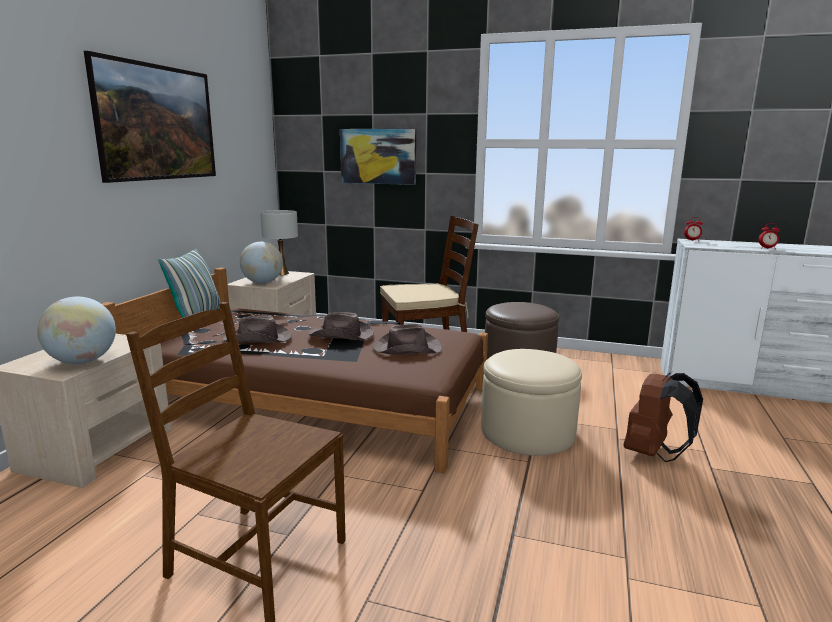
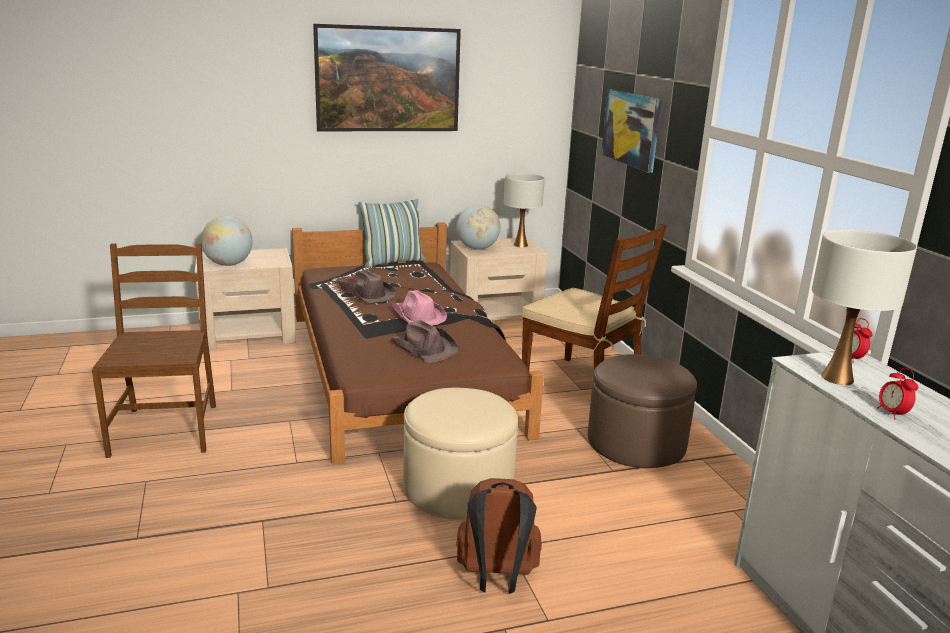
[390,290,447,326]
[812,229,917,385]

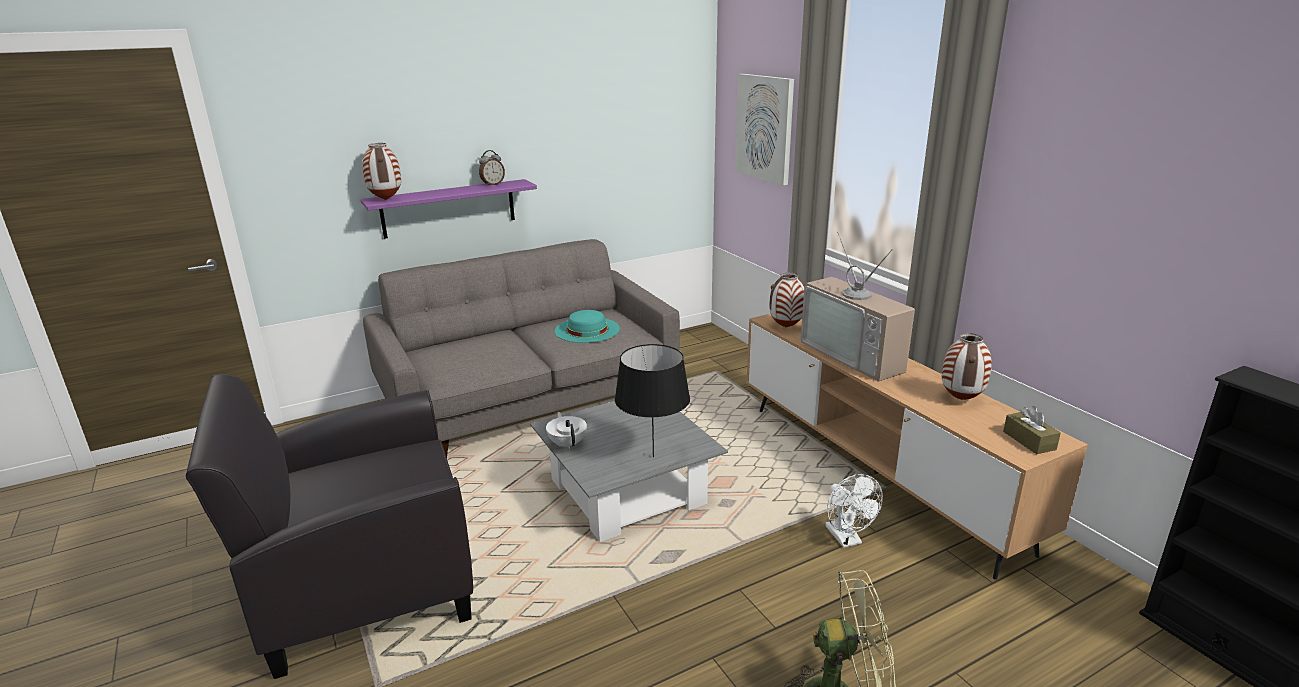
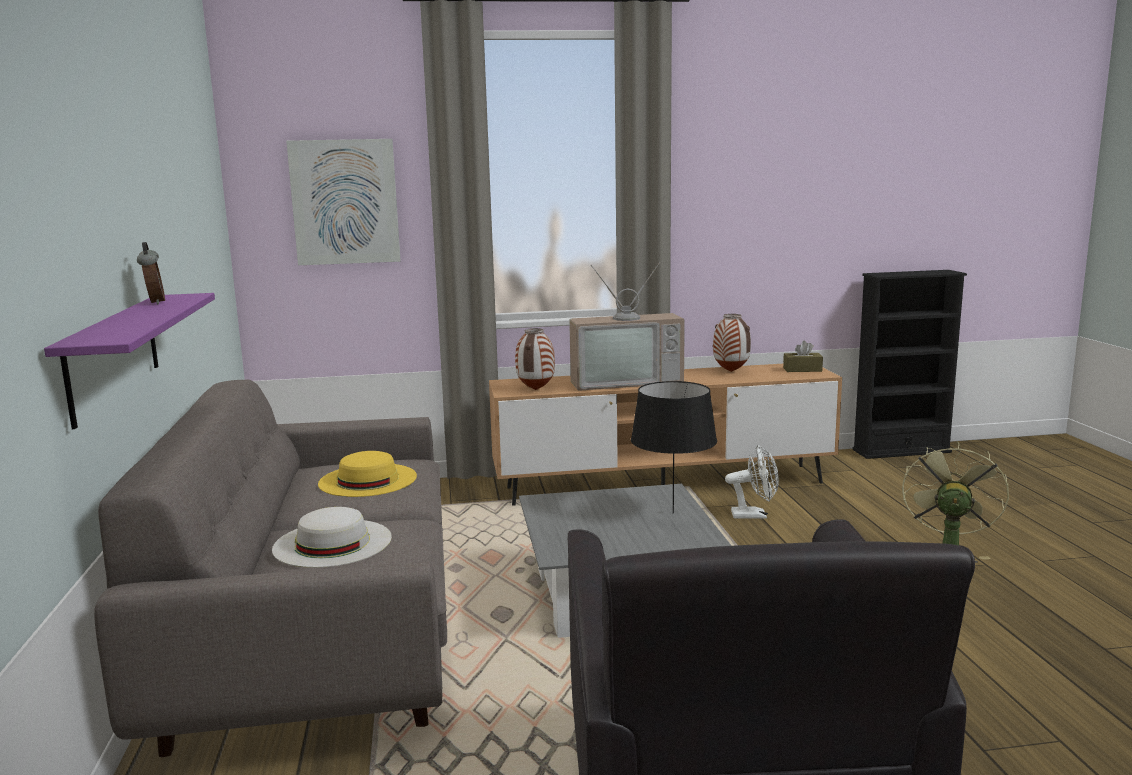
[362,143,401,200] (first image)
[318,451,417,497]
[546,412,587,449] (first image)
[272,507,392,568]

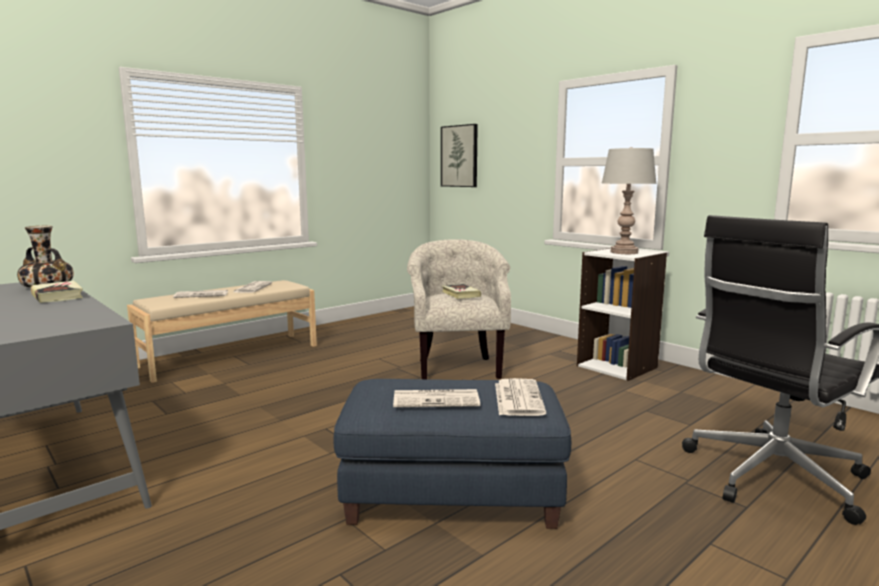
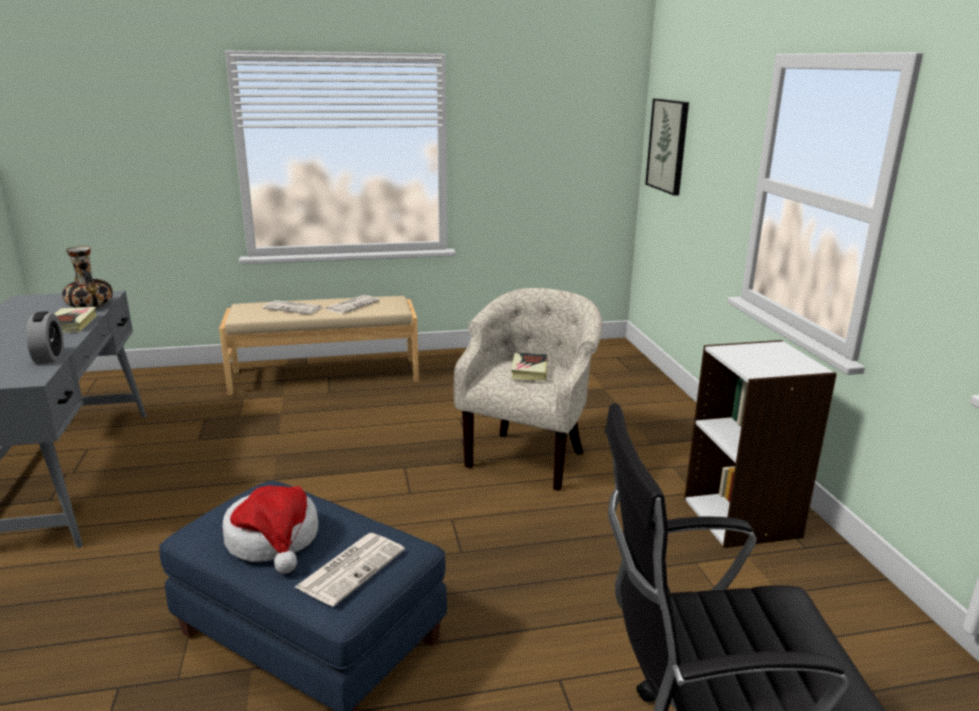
[602,147,657,254] (first image)
[222,486,318,574]
[26,312,64,363]

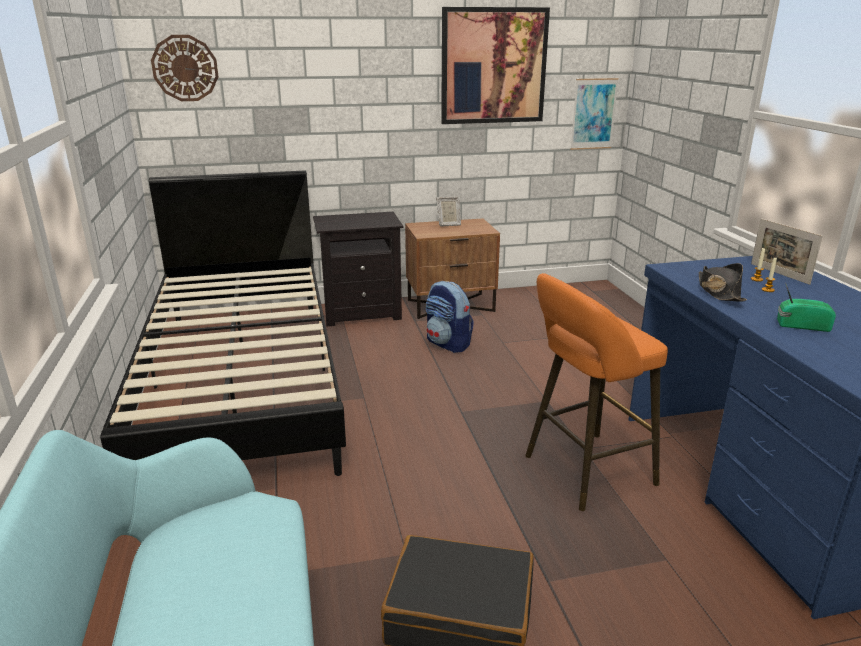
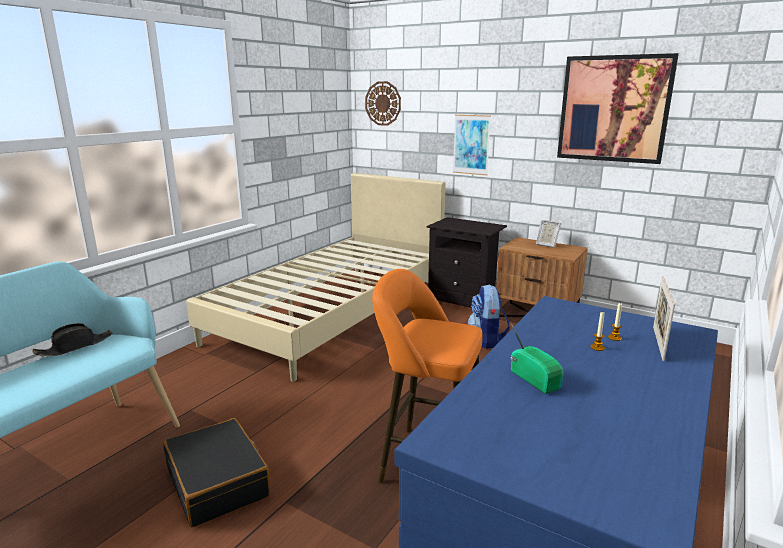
[453,115,491,176]
[186,173,446,382]
[32,323,113,356]

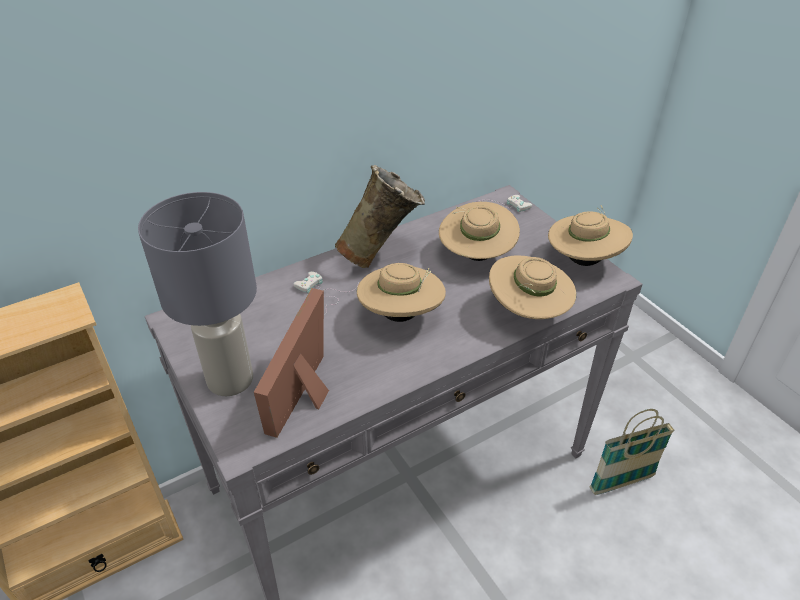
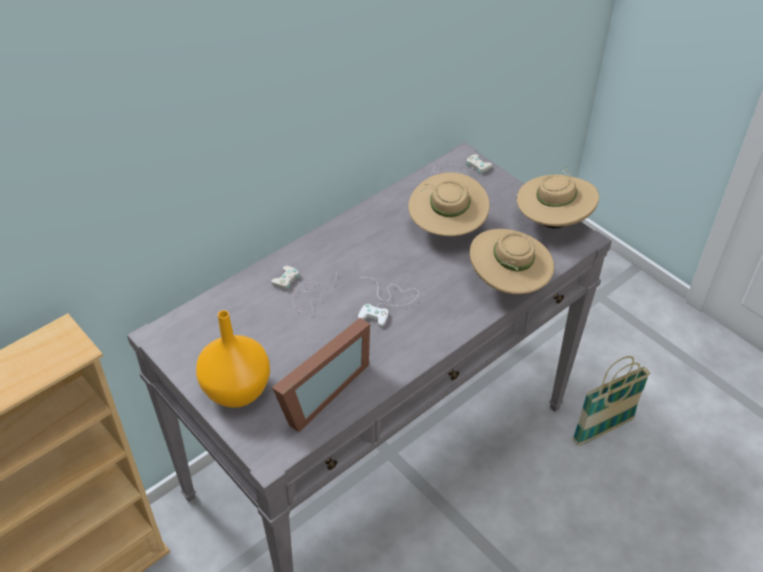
[334,165,425,268] (first image)
[196,310,270,408]
[358,277,419,327]
[272,318,370,432]

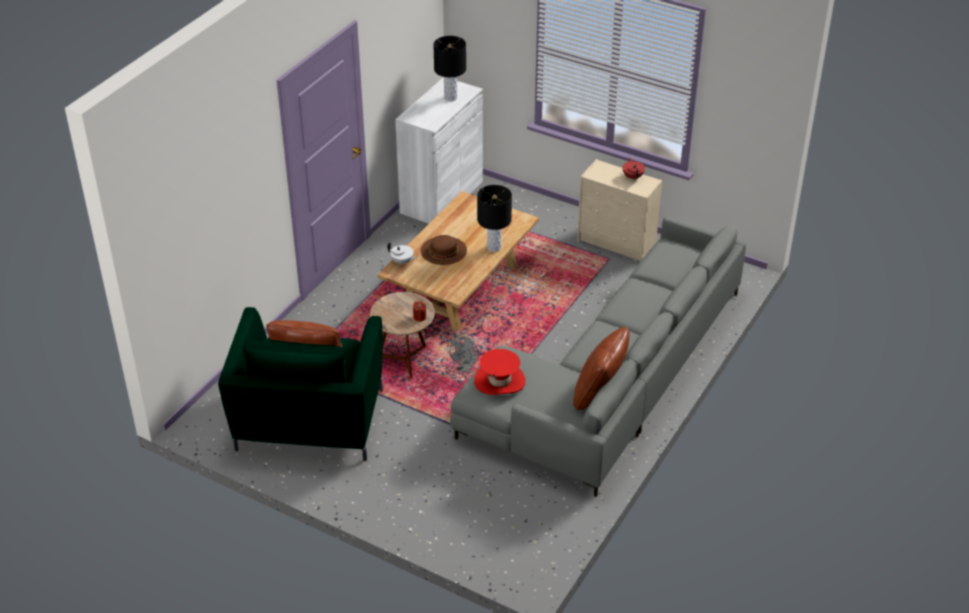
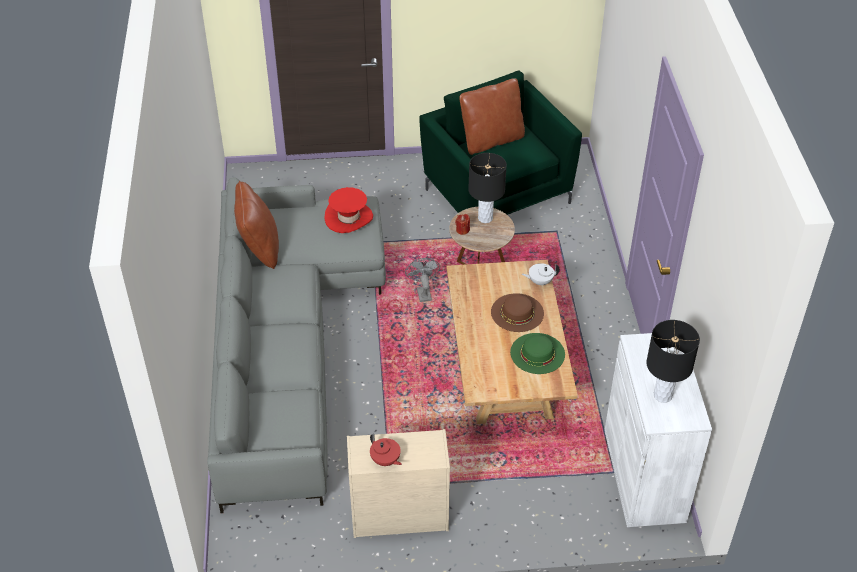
[468,153,507,223]
[510,333,565,374]

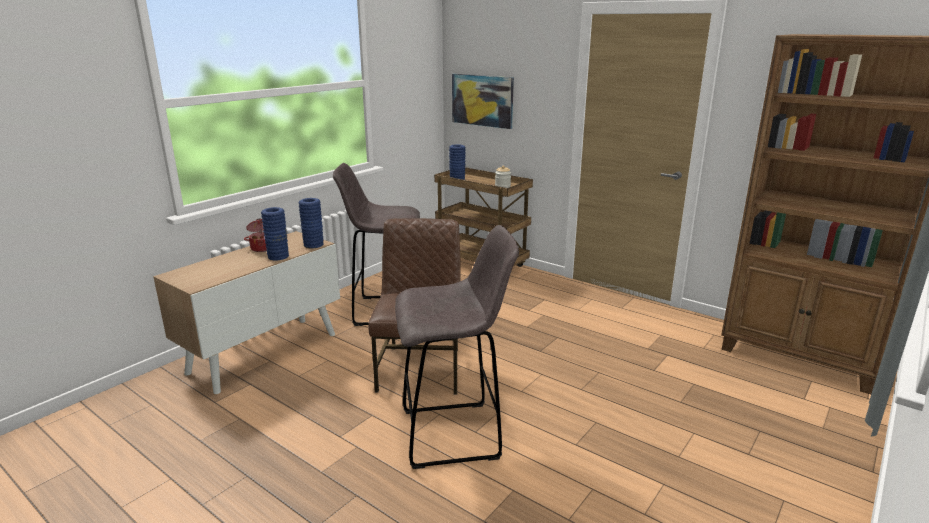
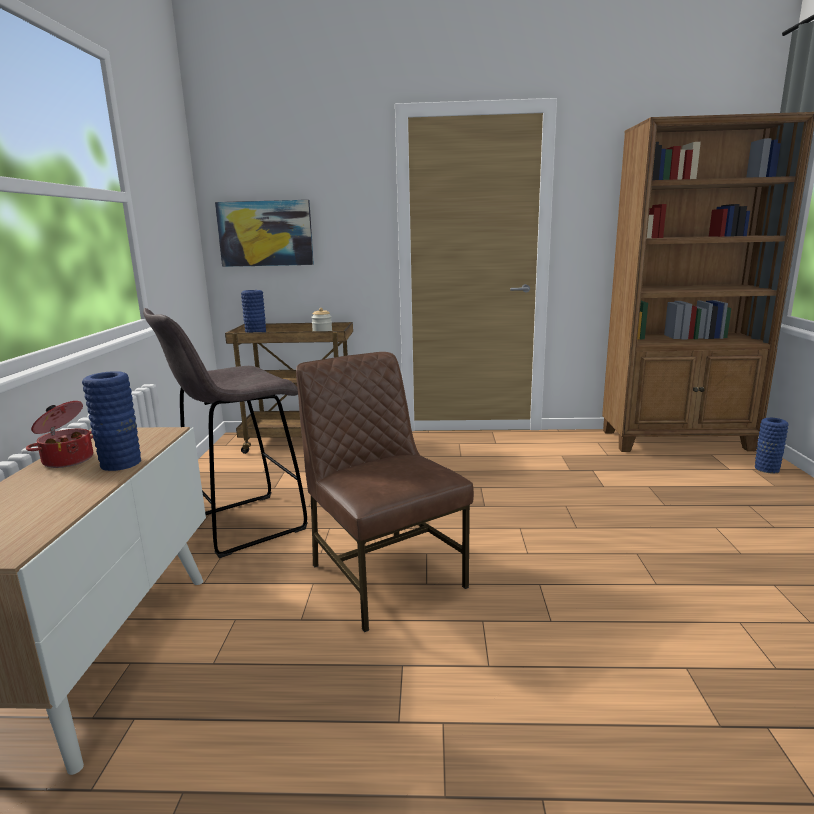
[755,418,789,474]
[395,225,519,469] (first image)

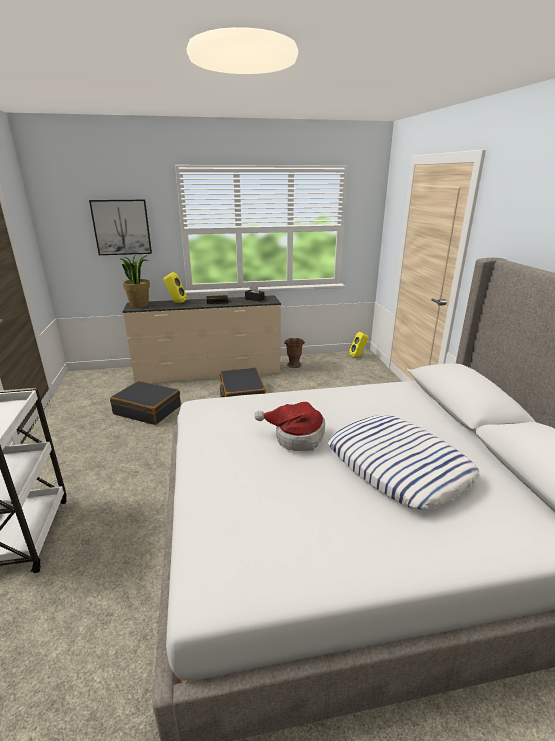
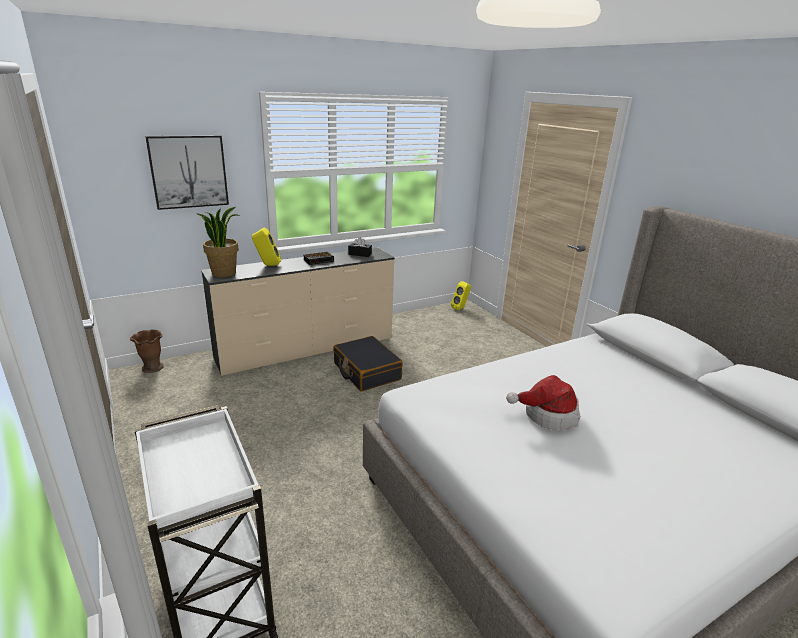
[130,329,164,373]
[110,381,181,425] (first image)
[328,415,480,509] (first image)

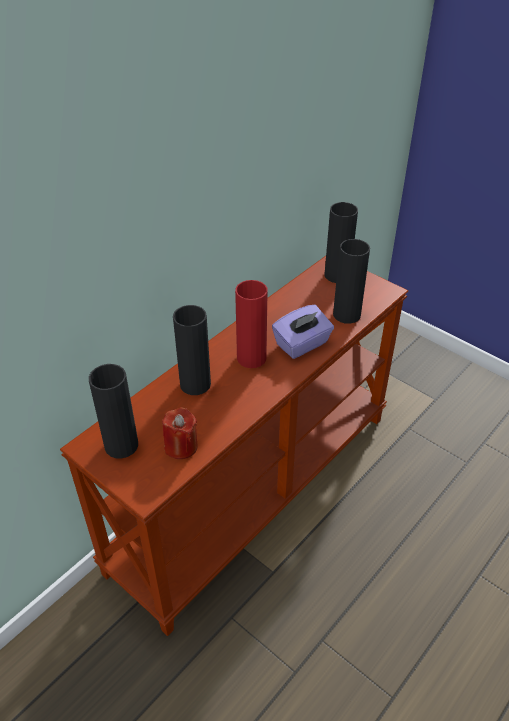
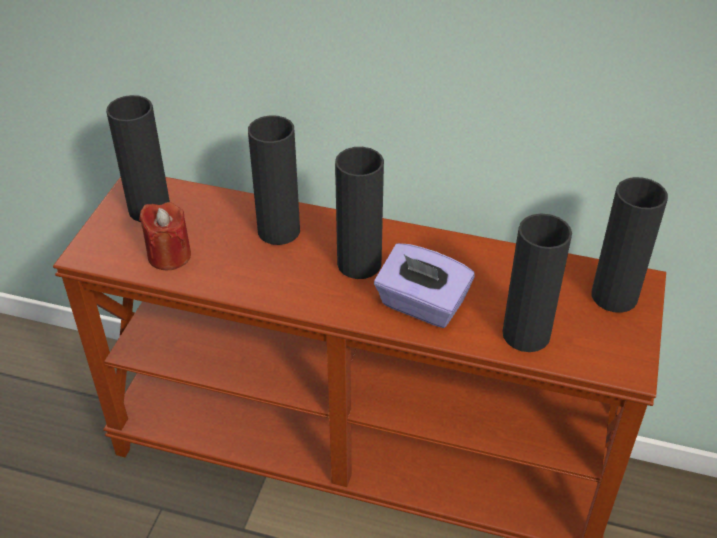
[335,147,384,279]

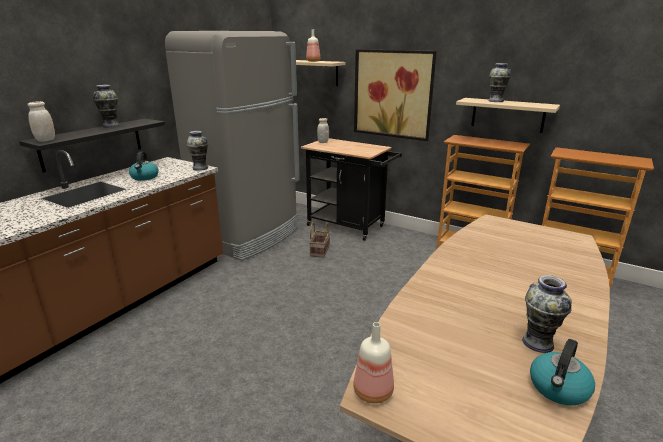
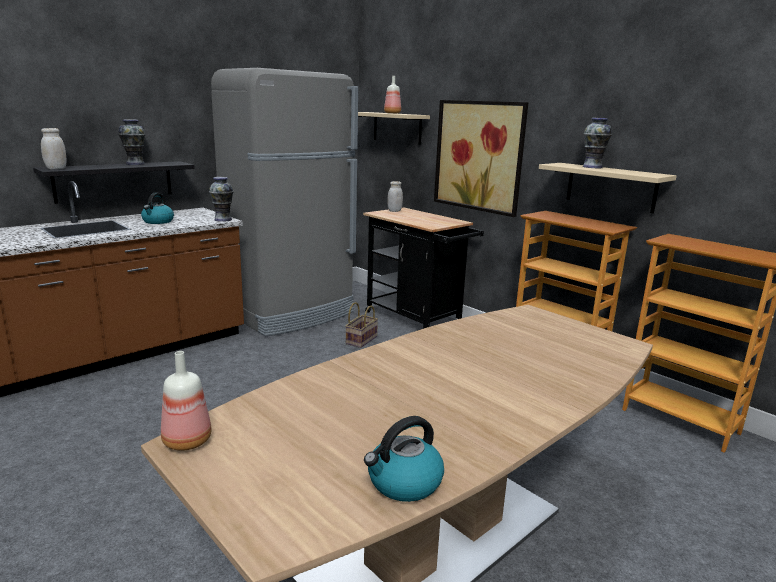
[522,275,572,353] (first image)

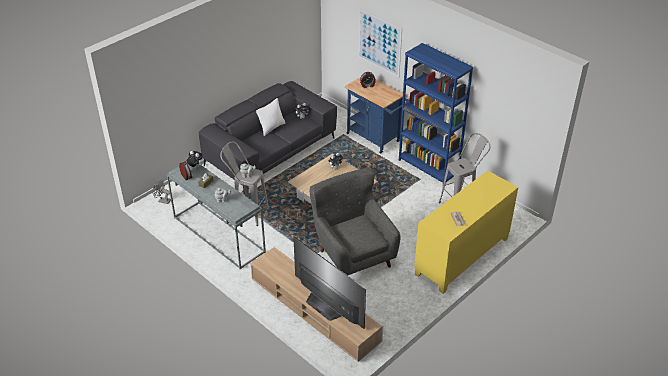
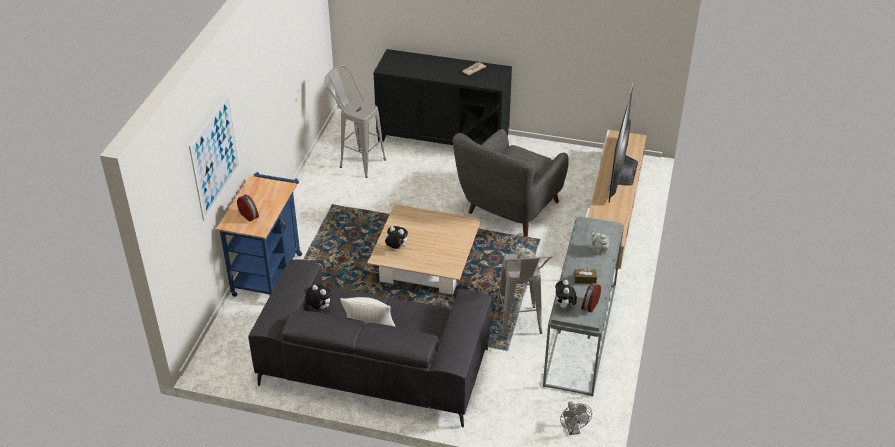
[399,43,473,183] (first image)
[373,49,512,145]

